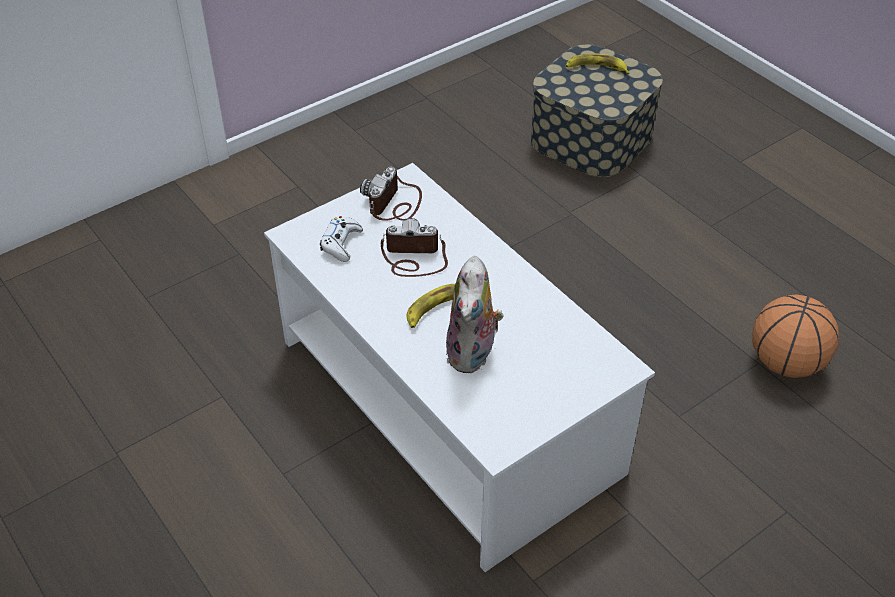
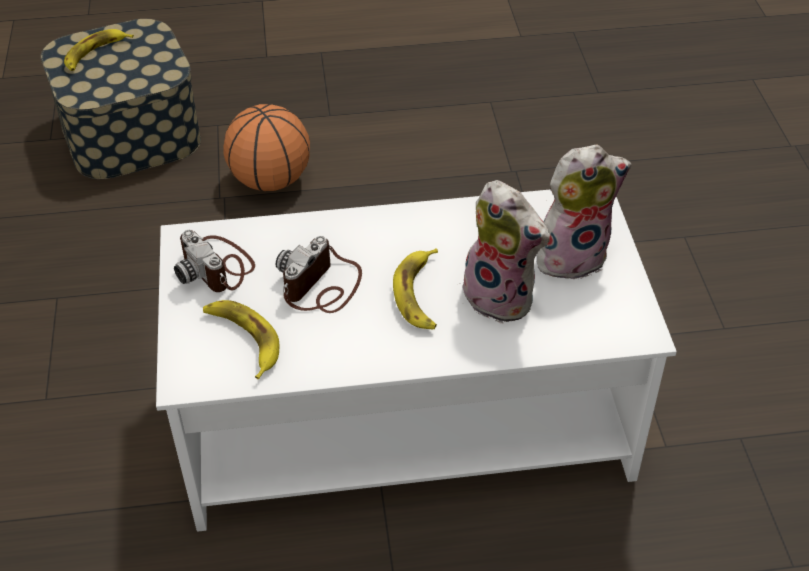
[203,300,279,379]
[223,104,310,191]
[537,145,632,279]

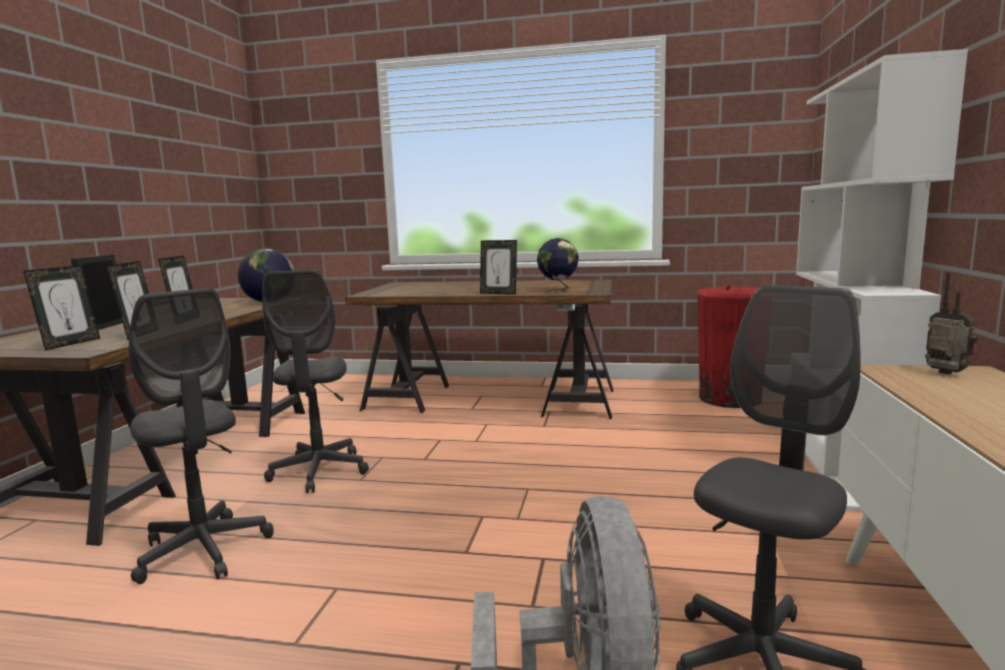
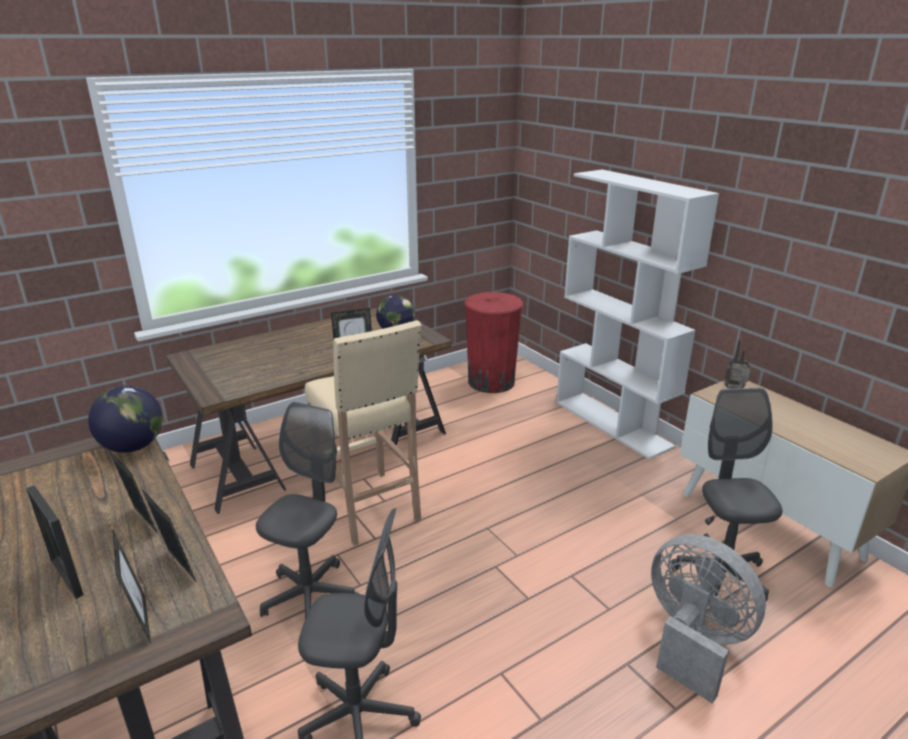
[256,402,359,619]
[305,320,421,546]

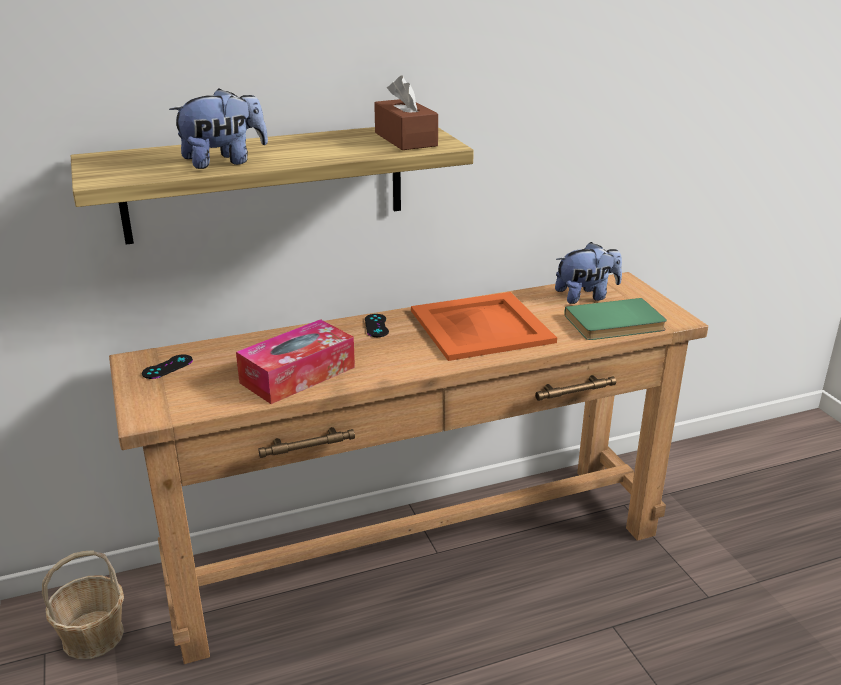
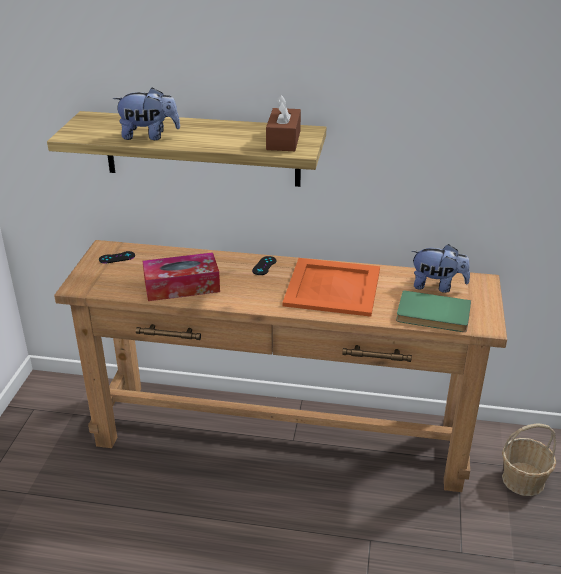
[502,423,556,496]

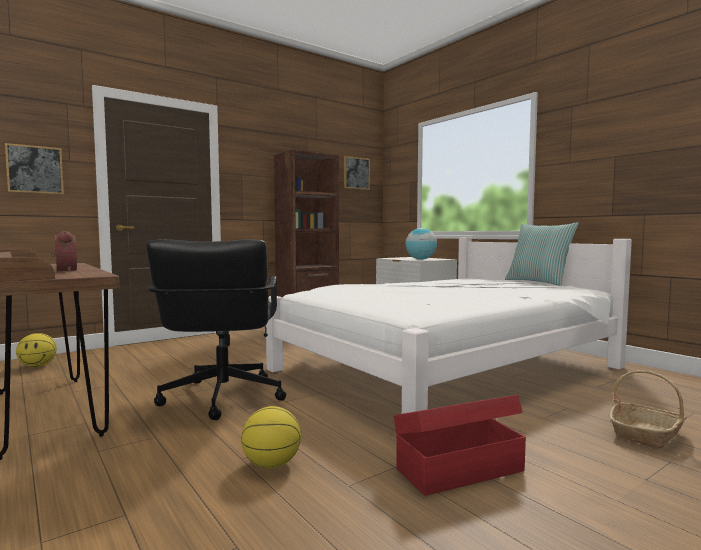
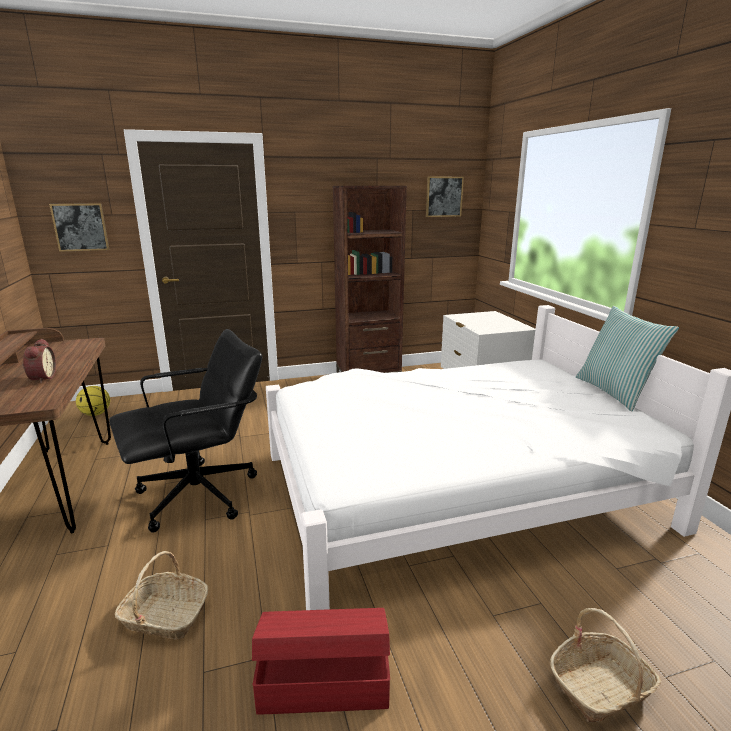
[405,228,437,260] (first image)
[109,329,262,533]
[115,551,208,640]

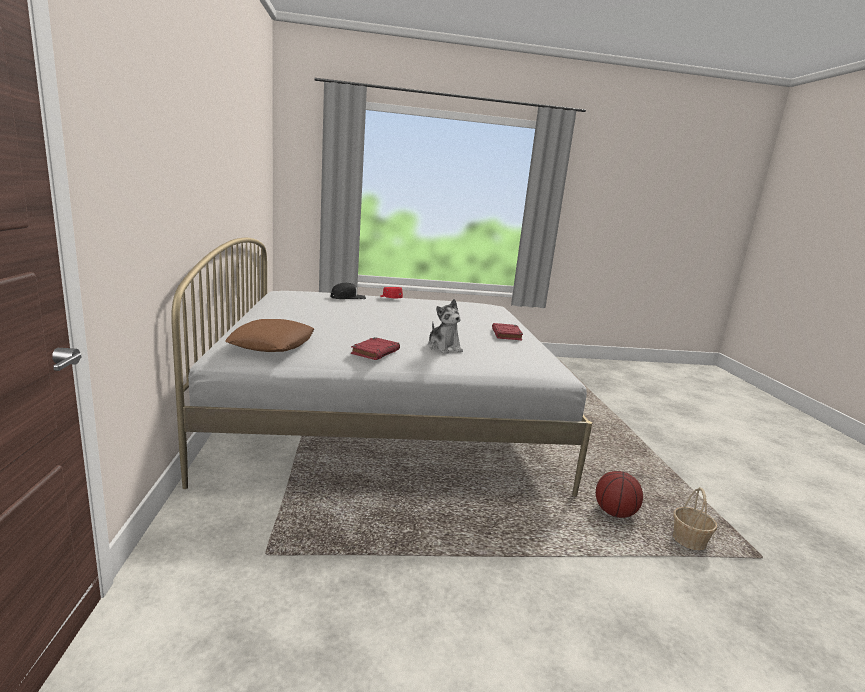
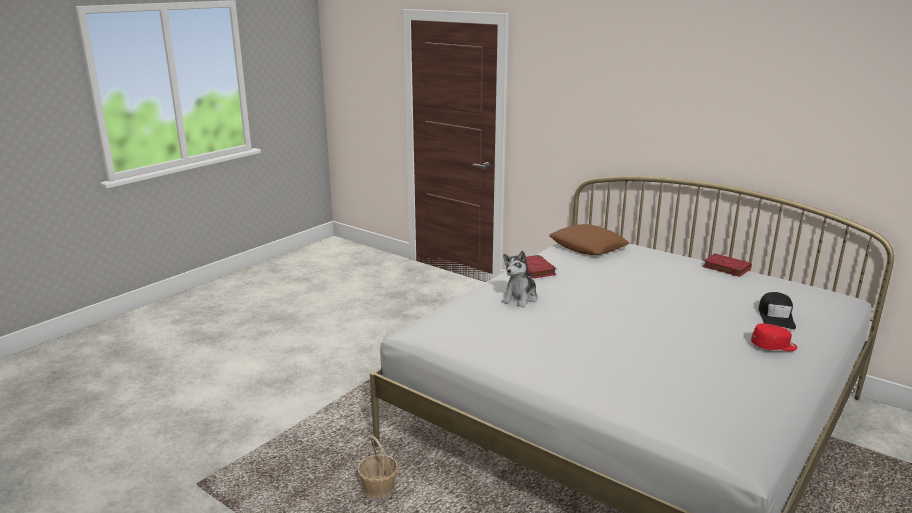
[502,251,538,308]
[703,253,752,277]
[596,471,643,518] (first image)
[357,436,398,498]

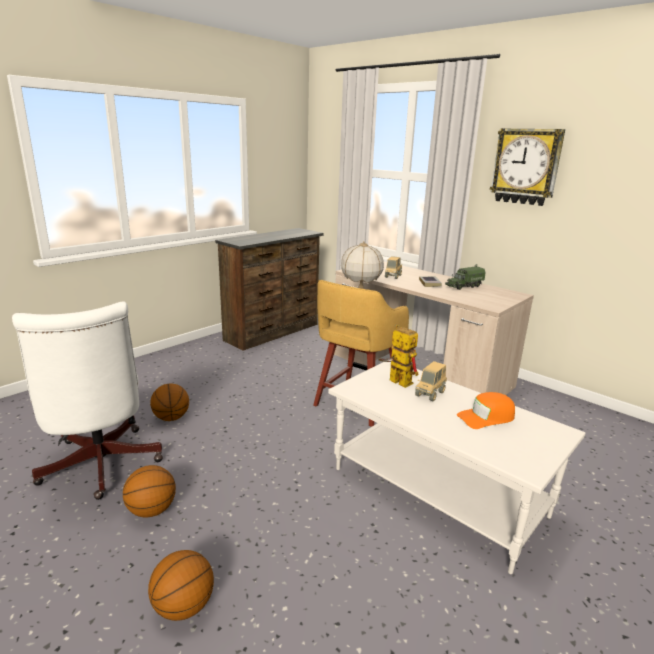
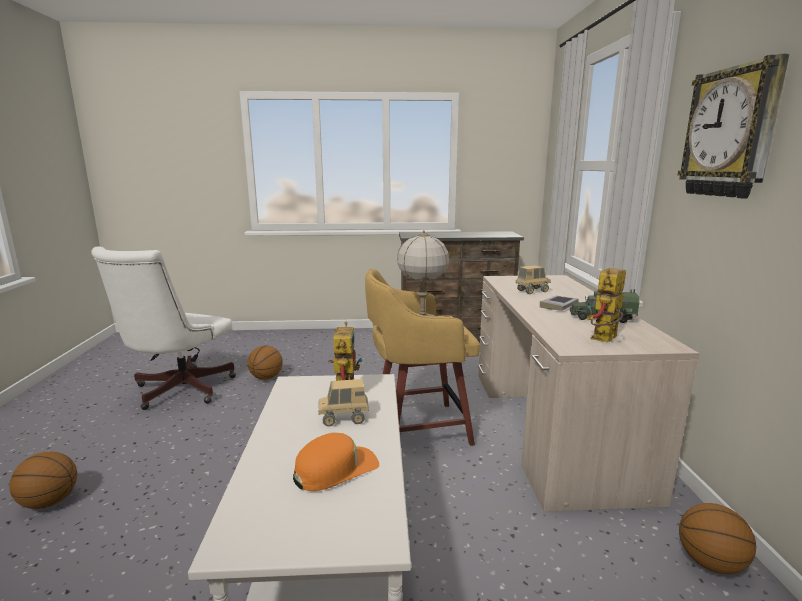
[293,433,379,491]
[679,503,756,574]
[587,268,626,343]

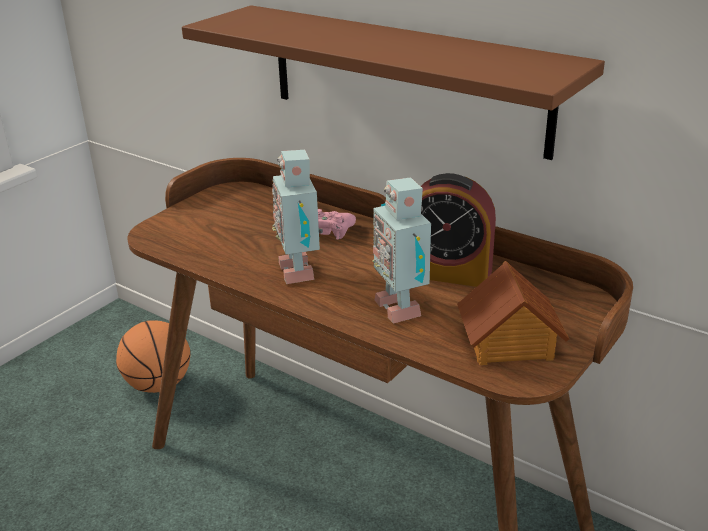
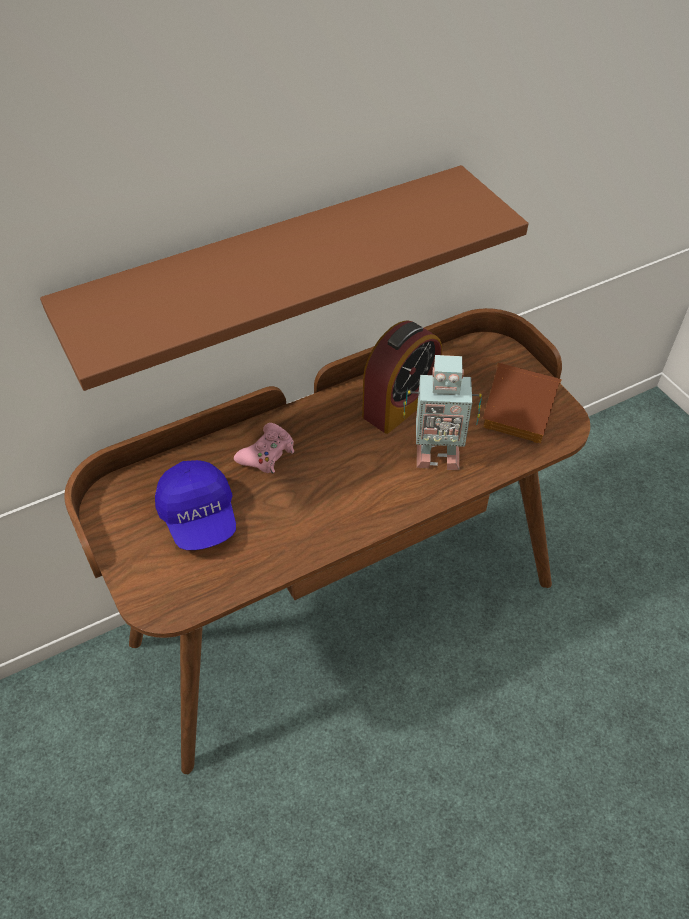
[272,150,323,284] (first image)
[116,320,191,393] (first image)
[155,460,236,550]

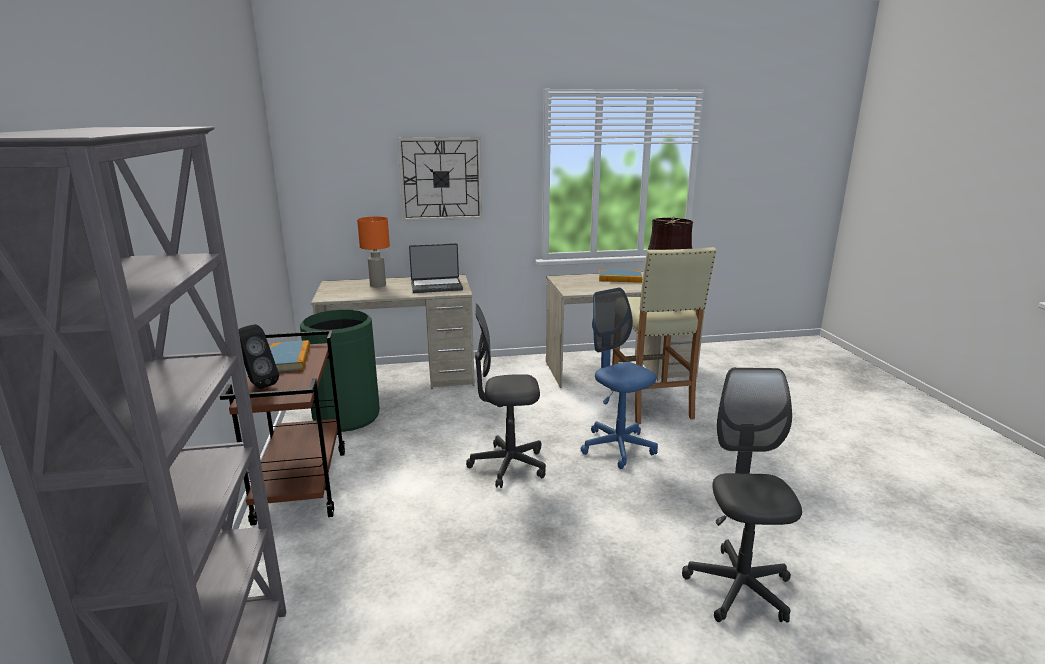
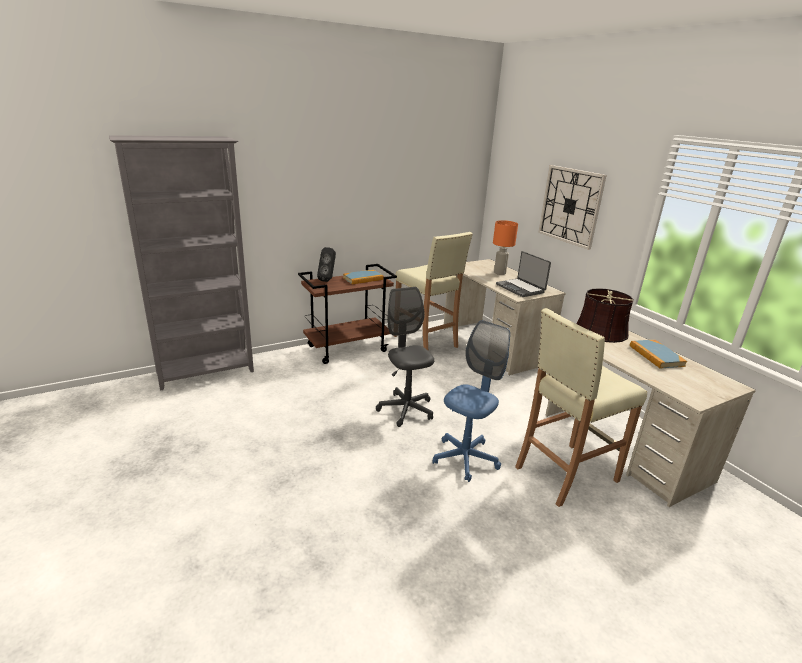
[394,232,473,350]
[682,368,802,623] (first image)

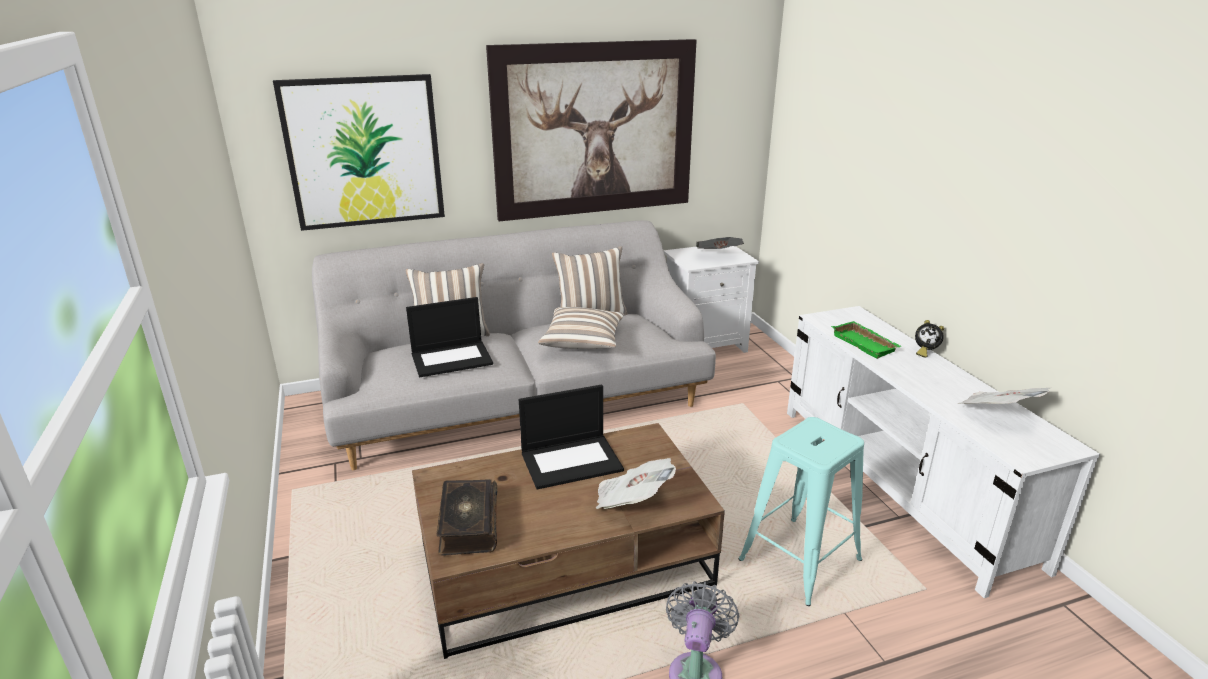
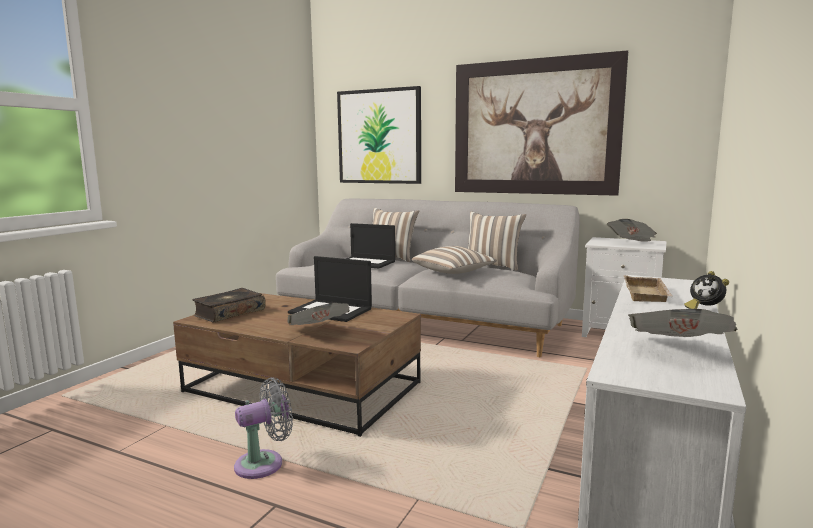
[624,275,672,302]
[739,417,864,606] (first image)

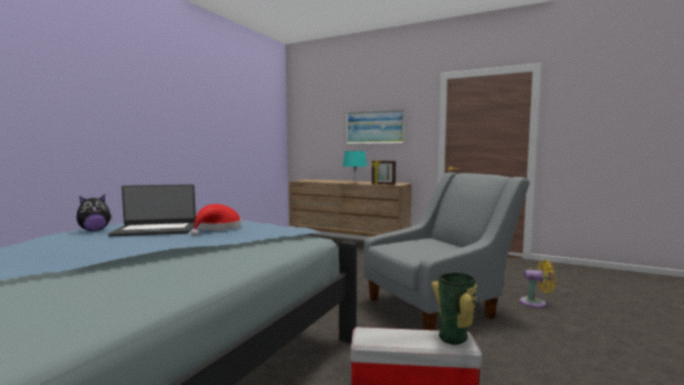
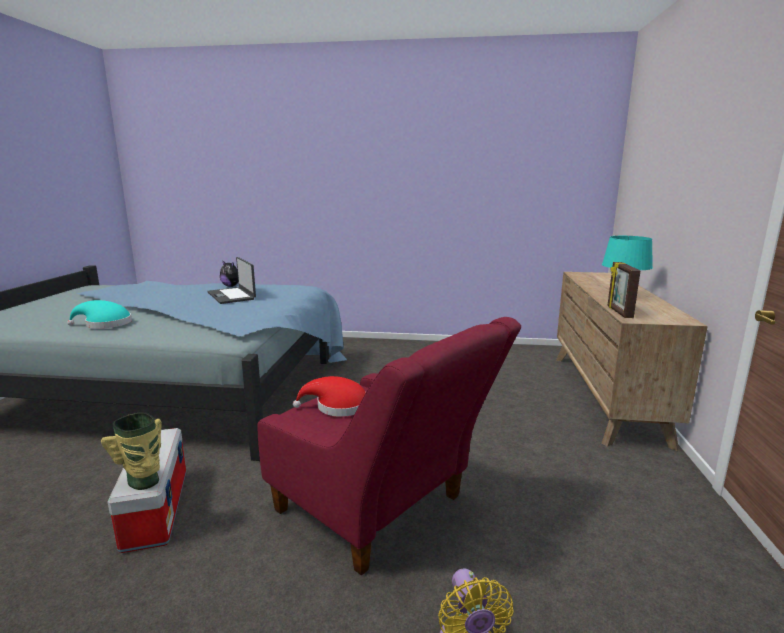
[345,109,405,144] (first image)
[257,317,521,575]
[293,376,366,417]
[67,300,132,329]

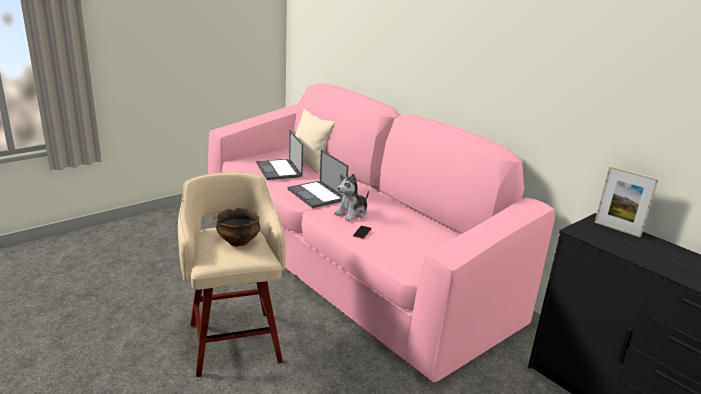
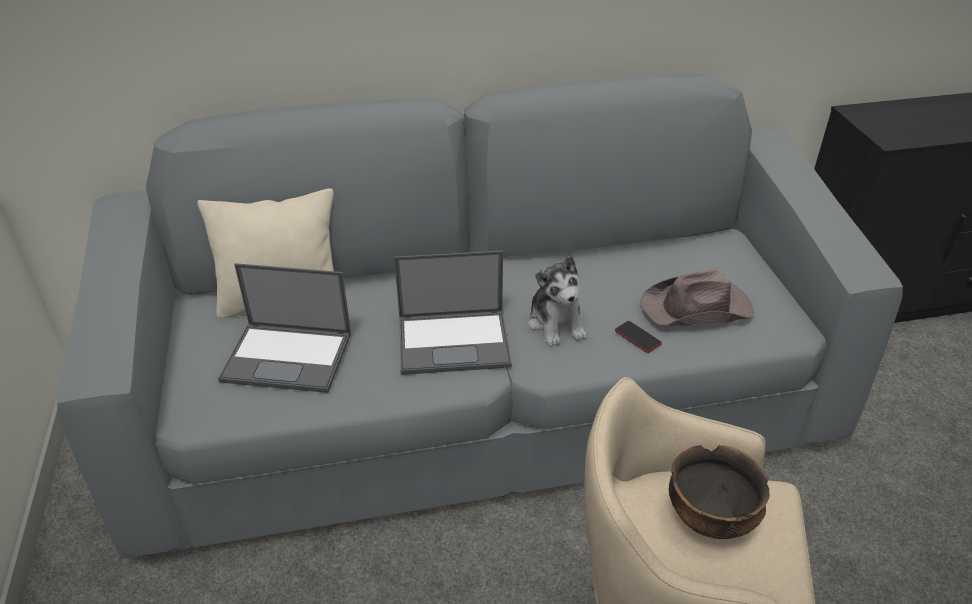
[57,74,903,559]
[595,166,659,237] (first image)
[640,268,754,326]

